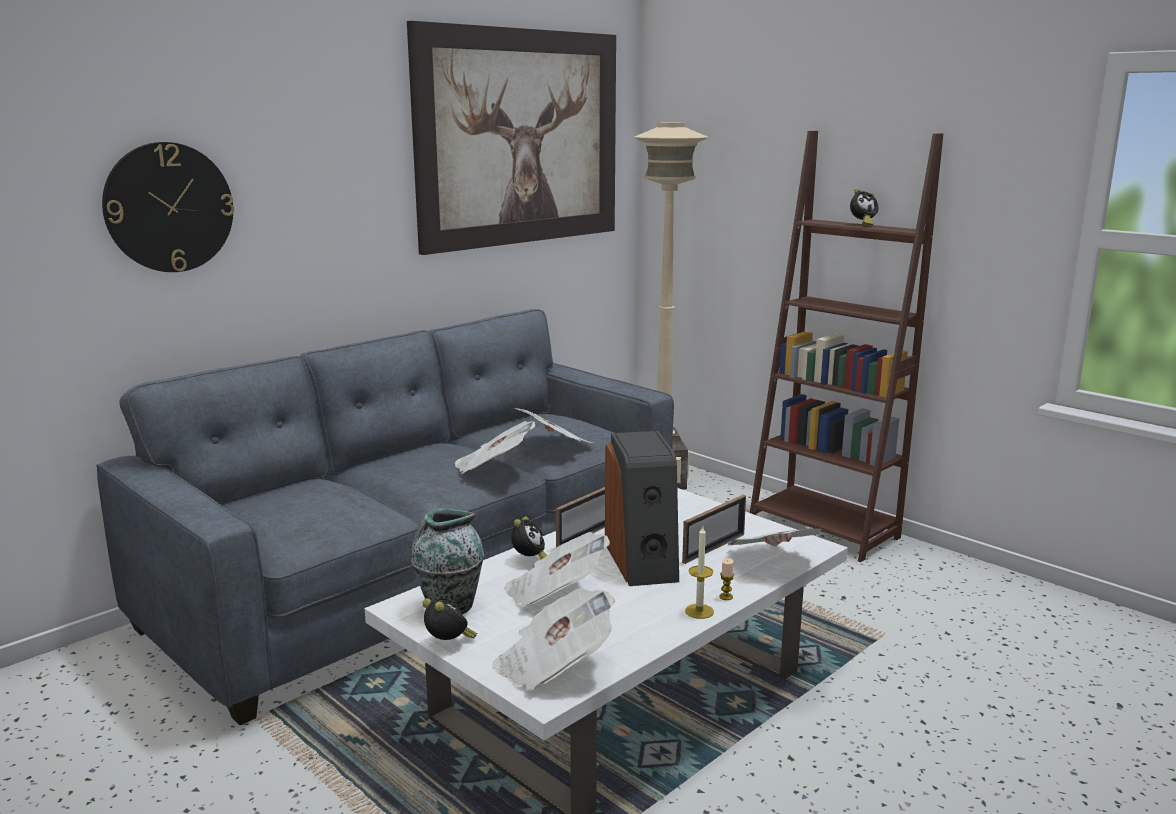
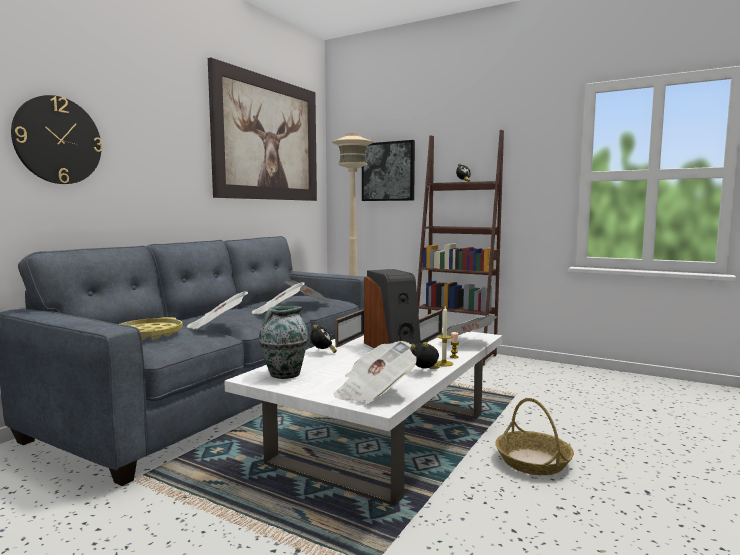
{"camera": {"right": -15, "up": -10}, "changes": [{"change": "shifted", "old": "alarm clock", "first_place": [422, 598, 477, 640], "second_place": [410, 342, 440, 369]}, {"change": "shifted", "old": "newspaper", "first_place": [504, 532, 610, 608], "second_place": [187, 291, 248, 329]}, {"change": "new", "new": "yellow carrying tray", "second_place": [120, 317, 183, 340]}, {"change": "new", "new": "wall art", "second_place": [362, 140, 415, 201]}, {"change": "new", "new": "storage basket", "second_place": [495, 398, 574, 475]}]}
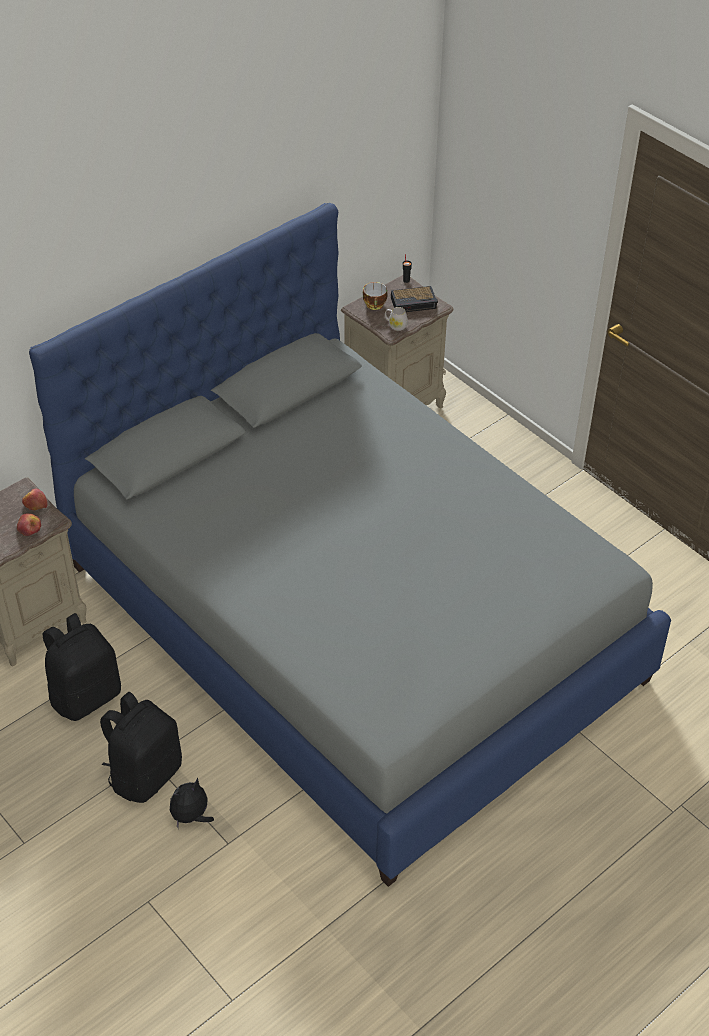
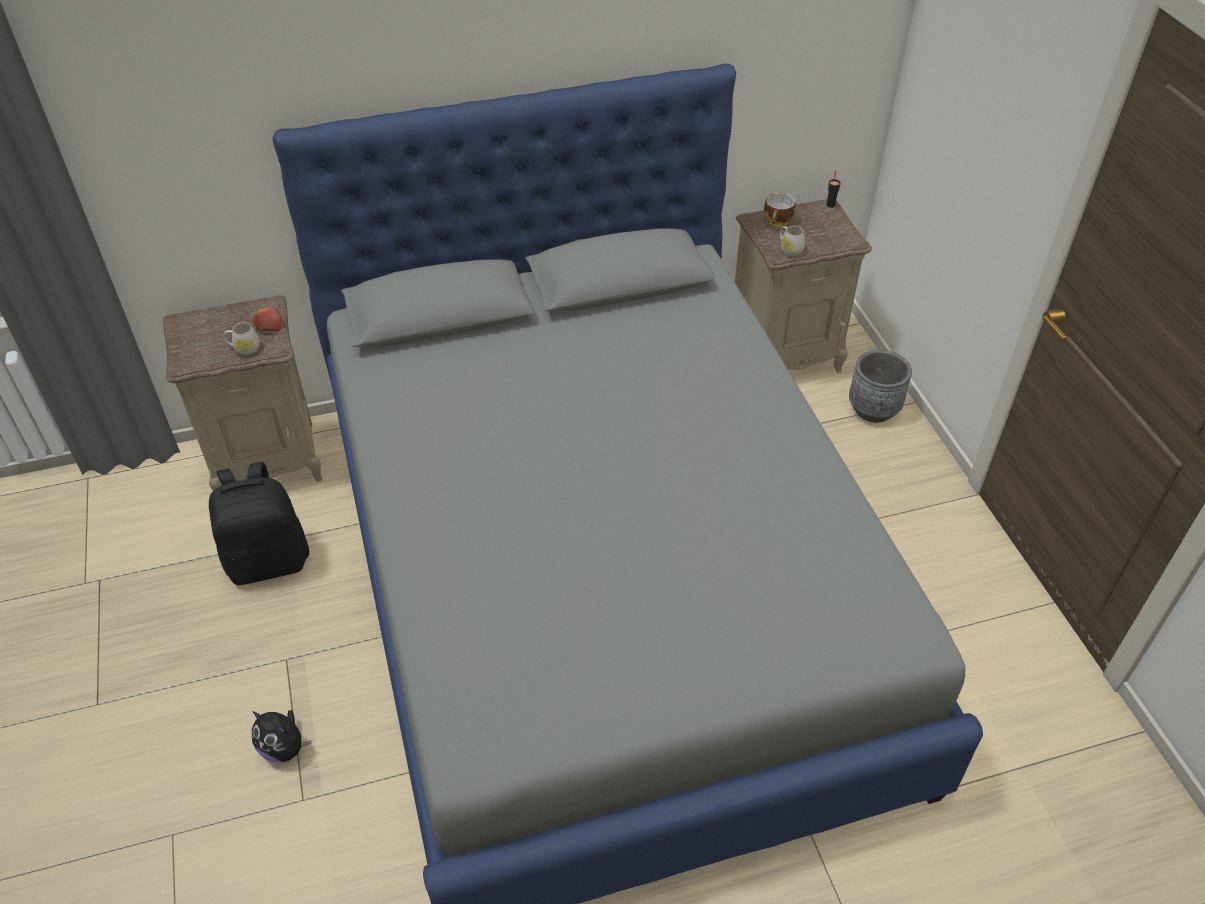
{"camera": {"right": 25, "up": 0}, "changes": [{"change": "swapped", "old": "apple fruit", "new": "white mug", "first_place": [17, 513, 41, 536], "second_place": [223, 322, 260, 355]}, {"change": "gone", "old": "black rucksack", "first_place": [100, 692, 182, 803]}, {"change": "rotated", "old": "soft toy", "first_place": [170, 778, 214, 828], "second_place": [252, 710, 311, 762], "degrees": -135}, {"change": "gone", "old": "alarm clock", "first_place": [391, 286, 438, 312]}, {"change": "new", "new": "greyish planter", "second_place": [849, 350, 912, 423]}]}
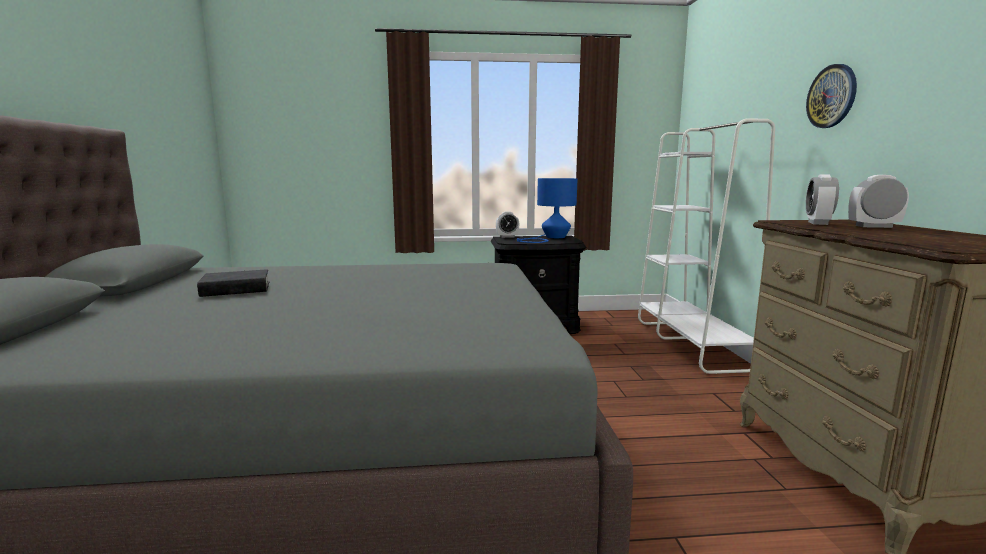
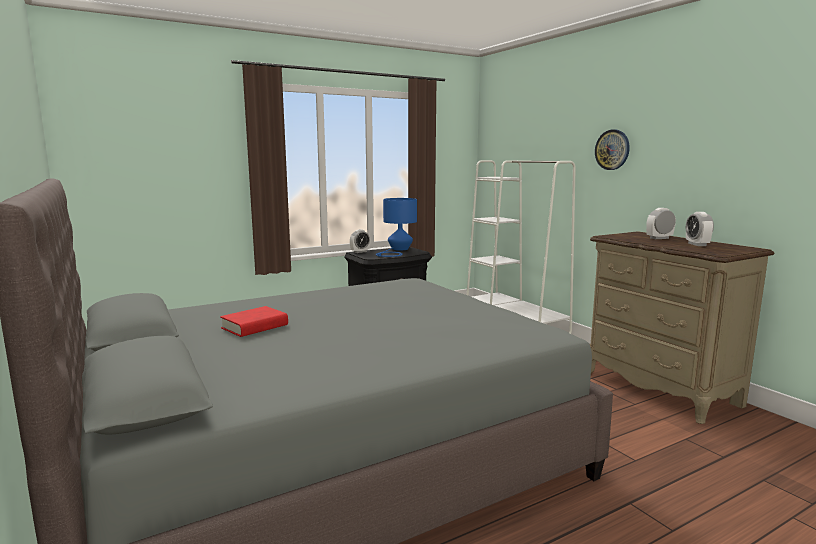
{"camera": {"right": -25, "up": 0}, "changes": [{"change": "repainted", "old": "black volume", "new": "reddish volume", "first_place": [197, 269, 269, 297], "second_place": [220, 306, 288, 337]}, {"change": "shifted", "old": "alarm clock", "first_place": [806, 174, 839, 225], "second_place": [686, 212, 714, 246]}]}
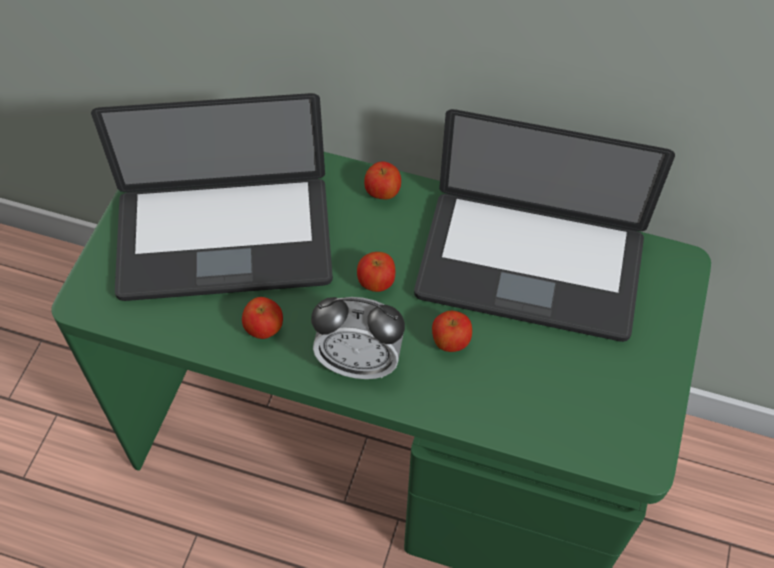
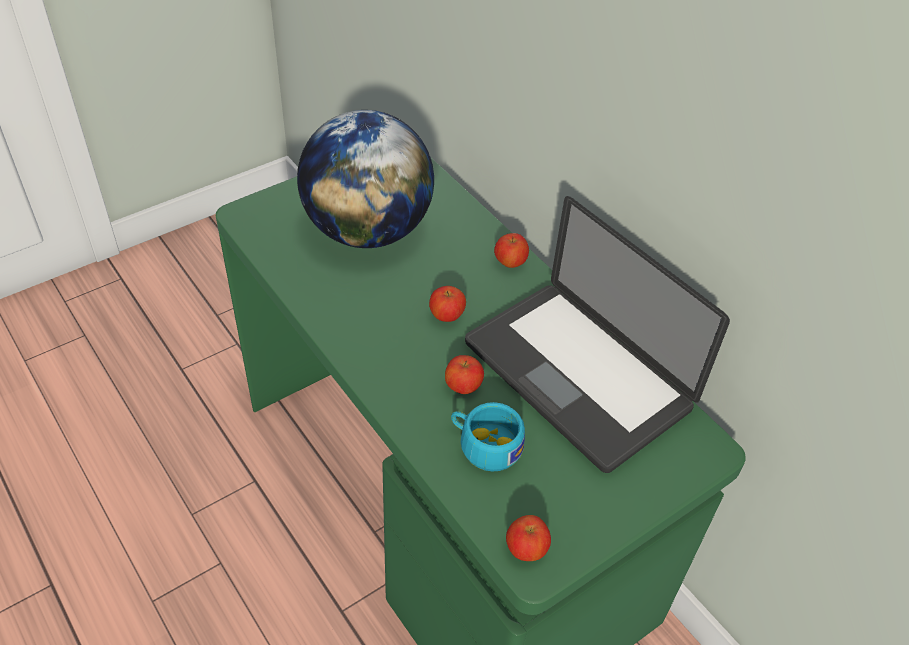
{"camera": {"right": 35, "up": -10}, "changes": [{"change": "swapped", "old": "notebook computer", "new": "globe", "first_place": [91, 93, 333, 301], "second_place": [297, 110, 434, 248]}, {"change": "shifted", "old": "apple fruit", "first_place": [242, 297, 283, 339], "second_place": [506, 515, 551, 561]}, {"change": "gone", "old": "alarm clock", "first_place": [311, 297, 405, 379]}, {"change": "new", "new": "turquoise-coloured small cup", "second_place": [451, 402, 525, 472]}]}
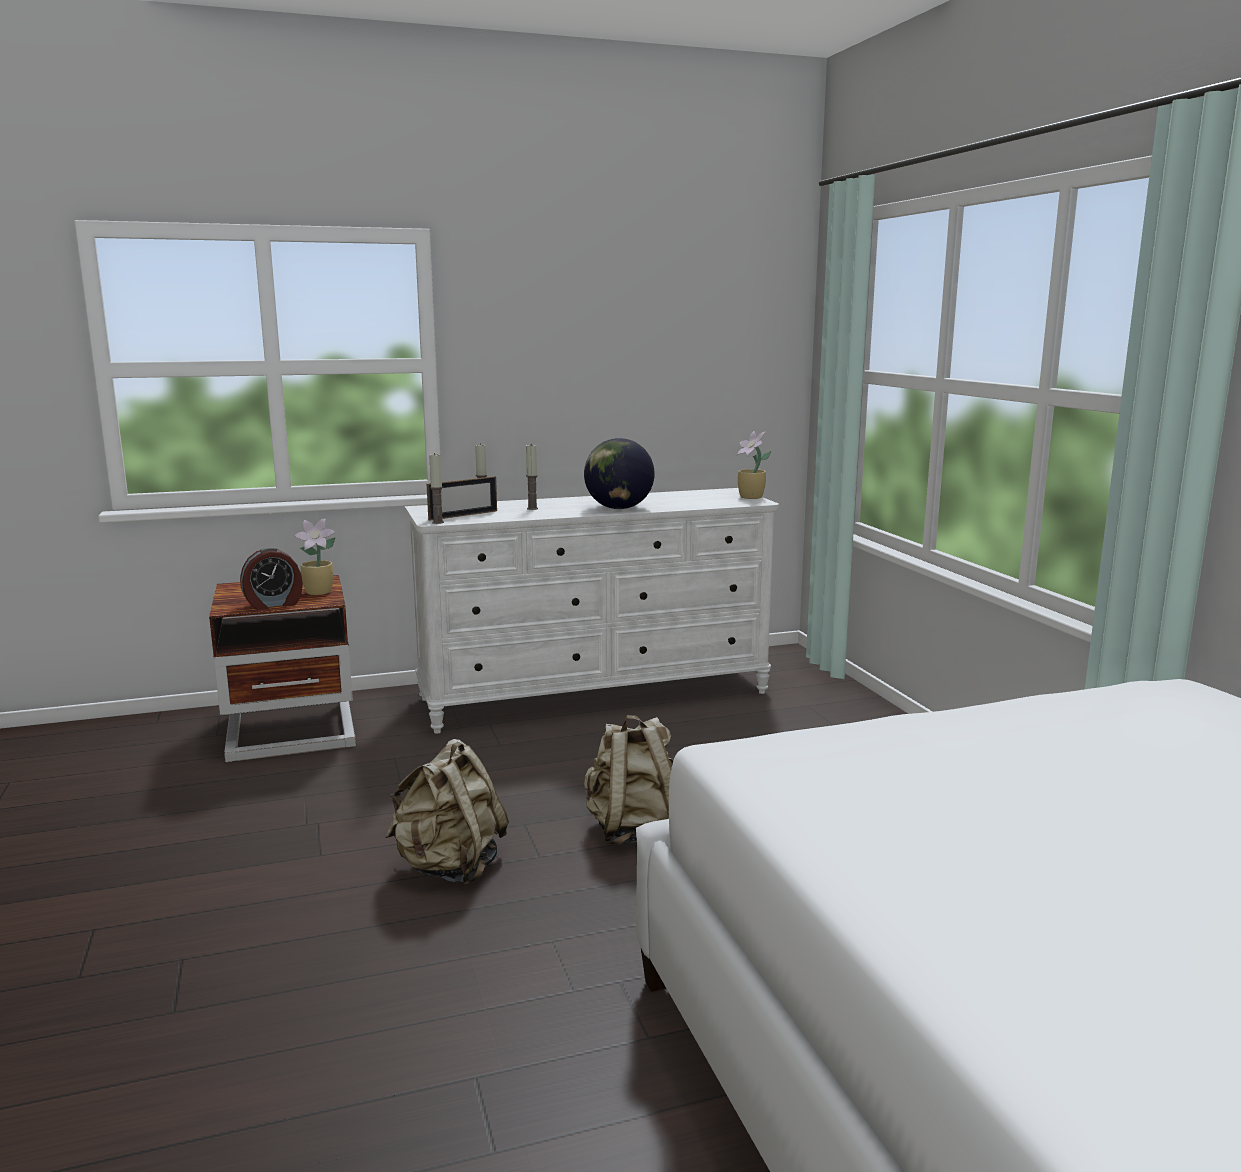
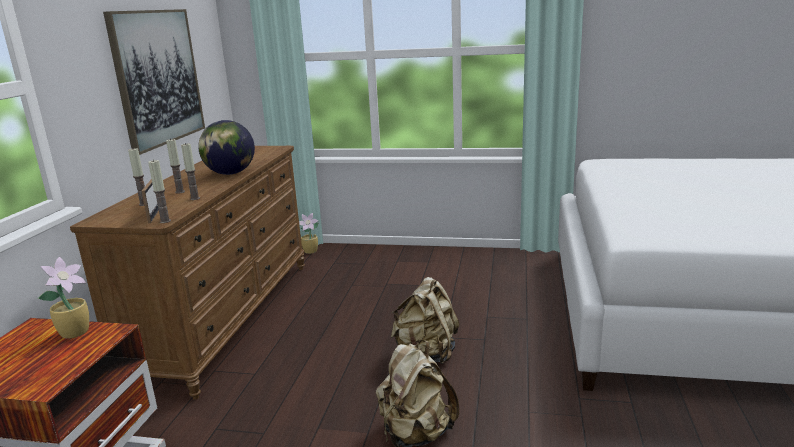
{"camera": {"right": -60, "up": 5}, "changes": [{"change": "gone", "old": "alarm clock", "first_place": [240, 547, 303, 610]}, {"change": "repainted", "old": "white dresser", "new": "brownish dresser", "first_place": [405, 488, 779, 734], "second_place": [70, 146, 305, 400]}, {"change": "shifted", "old": "potted plant", "first_place": [737, 431, 771, 499], "second_place": [299, 213, 319, 254]}, {"change": "new", "new": "wall art", "second_place": [103, 9, 205, 155]}, {"change": "new", "new": "wax candle", "second_place": [181, 143, 200, 200]}]}
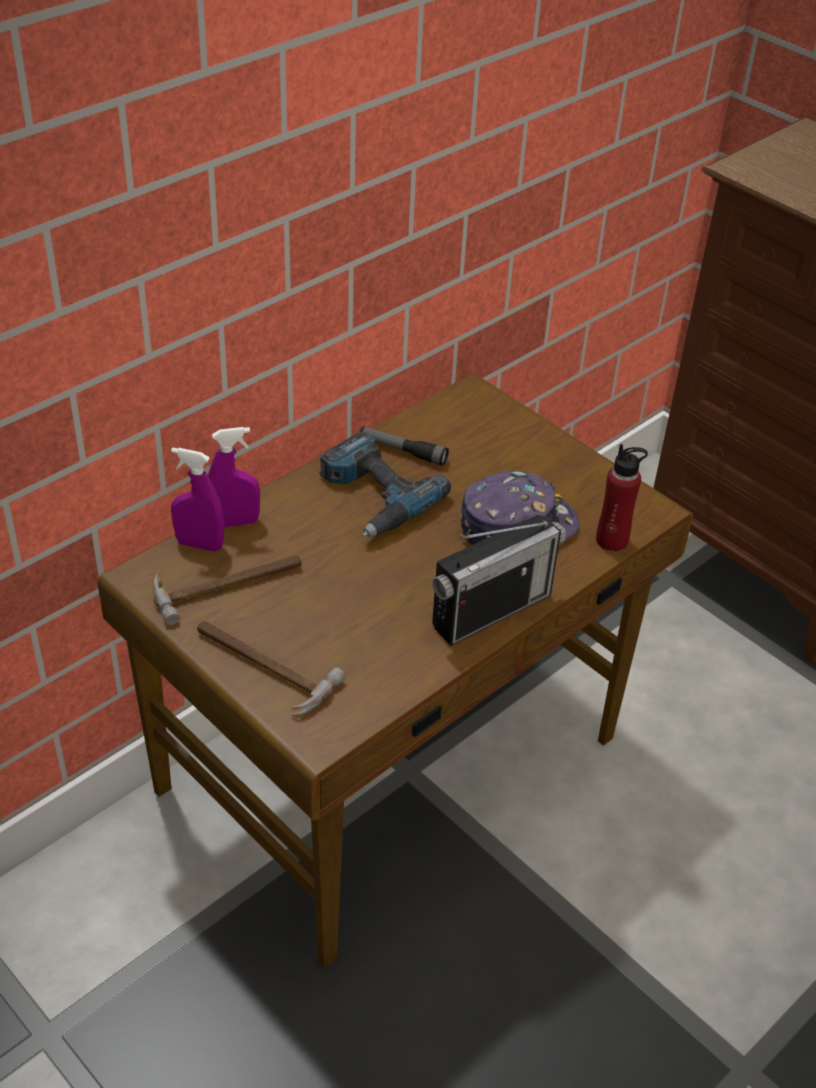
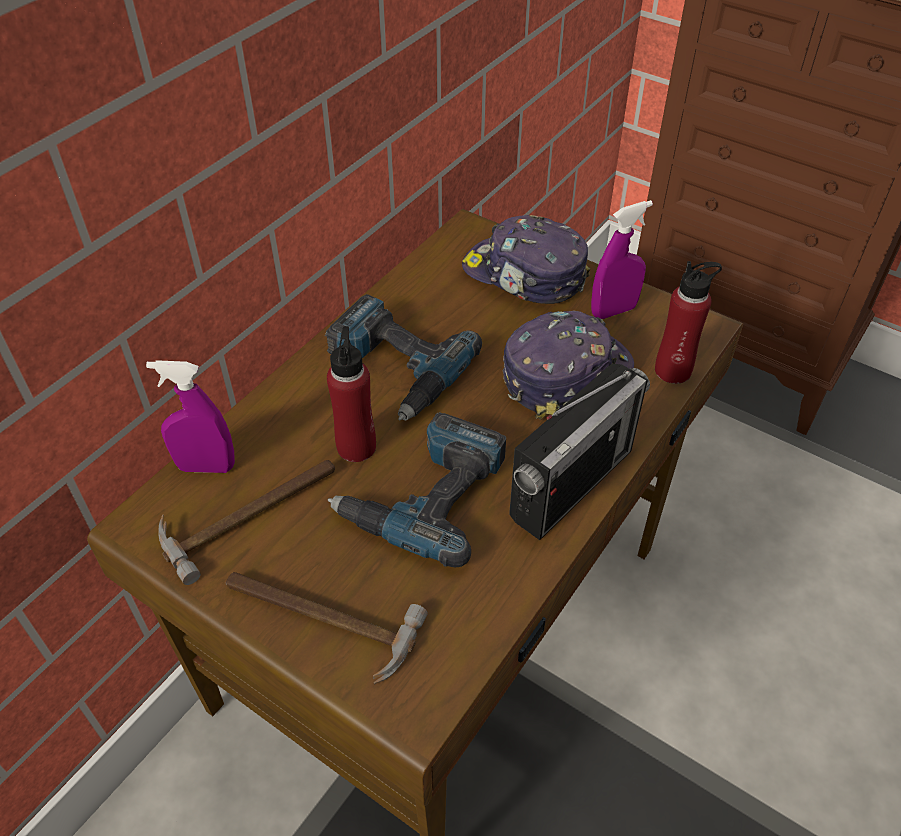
{"camera": {"right": -10, "up": 5}, "changes": [{"change": "shifted", "old": "purple-coloured sprayer", "first_place": [208, 427, 260, 527], "second_place": [591, 200, 653, 319]}, {"change": "gone", "old": "hand torch", "first_place": [360, 427, 449, 466]}, {"change": "new", "new": "reddish drink bottle", "second_place": [327, 326, 376, 462]}, {"change": "new", "new": "drill", "second_place": [328, 412, 506, 567]}, {"change": "new", "new": "baseball cap", "second_place": [462, 215, 590, 304]}]}
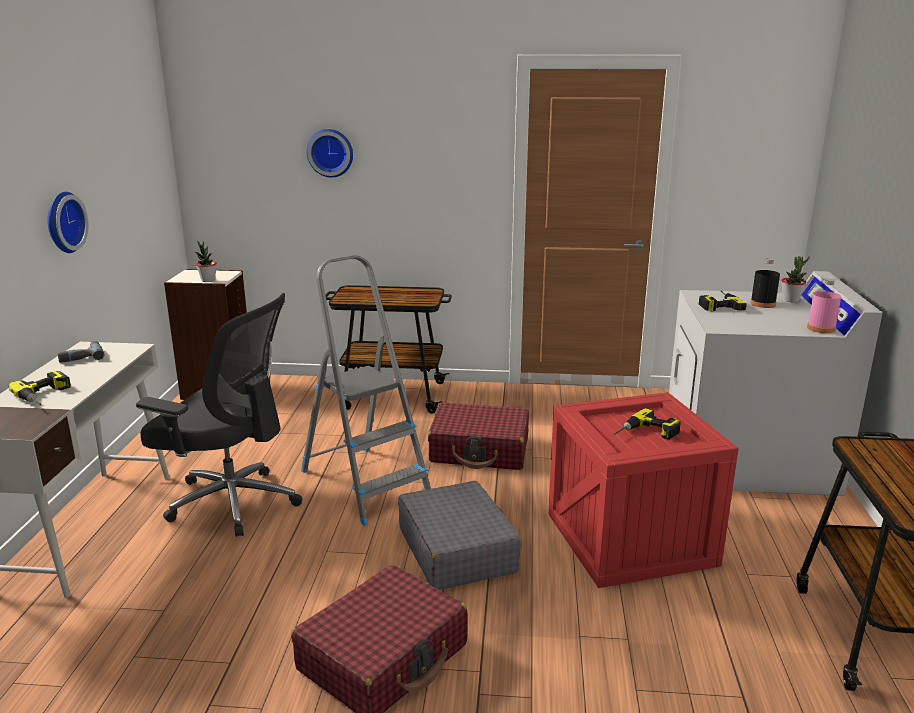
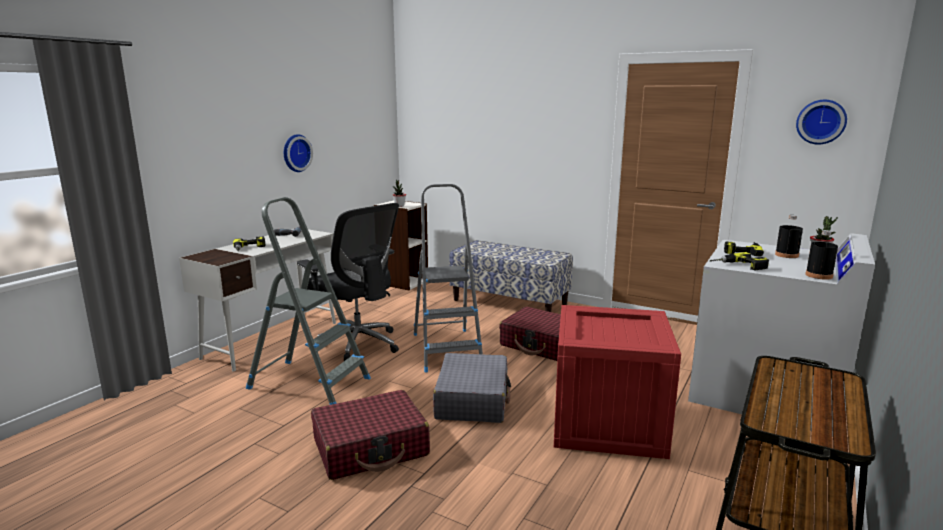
{"camera": {"right": 25, "up": -5}, "changes": [{"change": "shifted", "old": "hanging clock", "first_place": [306, 129, 353, 178], "second_place": [796, 100, 847, 145]}, {"change": "swapped", "old": "cart", "new": "long seat", "first_place": [326, 285, 452, 413], "second_place": [449, 240, 573, 312]}, {"change": "shifted", "old": "drill", "first_place": [614, 408, 681, 440], "second_place": [710, 252, 769, 270]}, {"change": "repainted", "old": "pinkish drink bottle", "new": "black drink bottle", "first_place": [807, 279, 841, 333], "second_place": [805, 230, 838, 279]}, {"change": "new", "new": "greyish step ladder", "second_place": [246, 197, 371, 405]}]}
